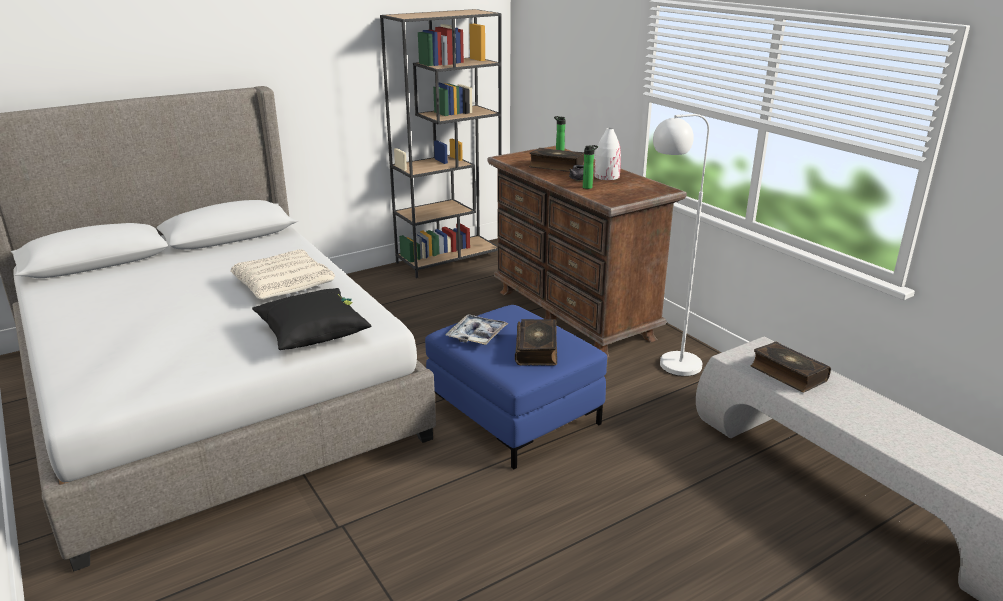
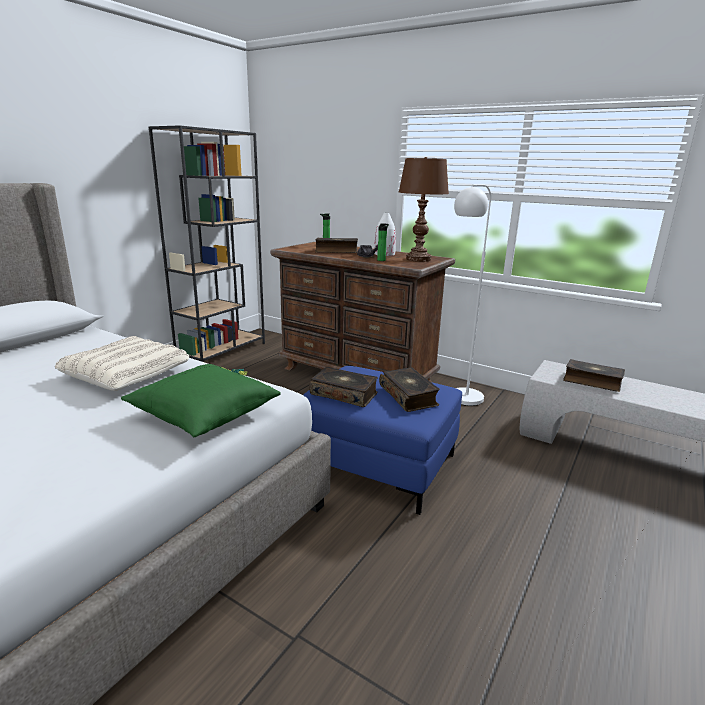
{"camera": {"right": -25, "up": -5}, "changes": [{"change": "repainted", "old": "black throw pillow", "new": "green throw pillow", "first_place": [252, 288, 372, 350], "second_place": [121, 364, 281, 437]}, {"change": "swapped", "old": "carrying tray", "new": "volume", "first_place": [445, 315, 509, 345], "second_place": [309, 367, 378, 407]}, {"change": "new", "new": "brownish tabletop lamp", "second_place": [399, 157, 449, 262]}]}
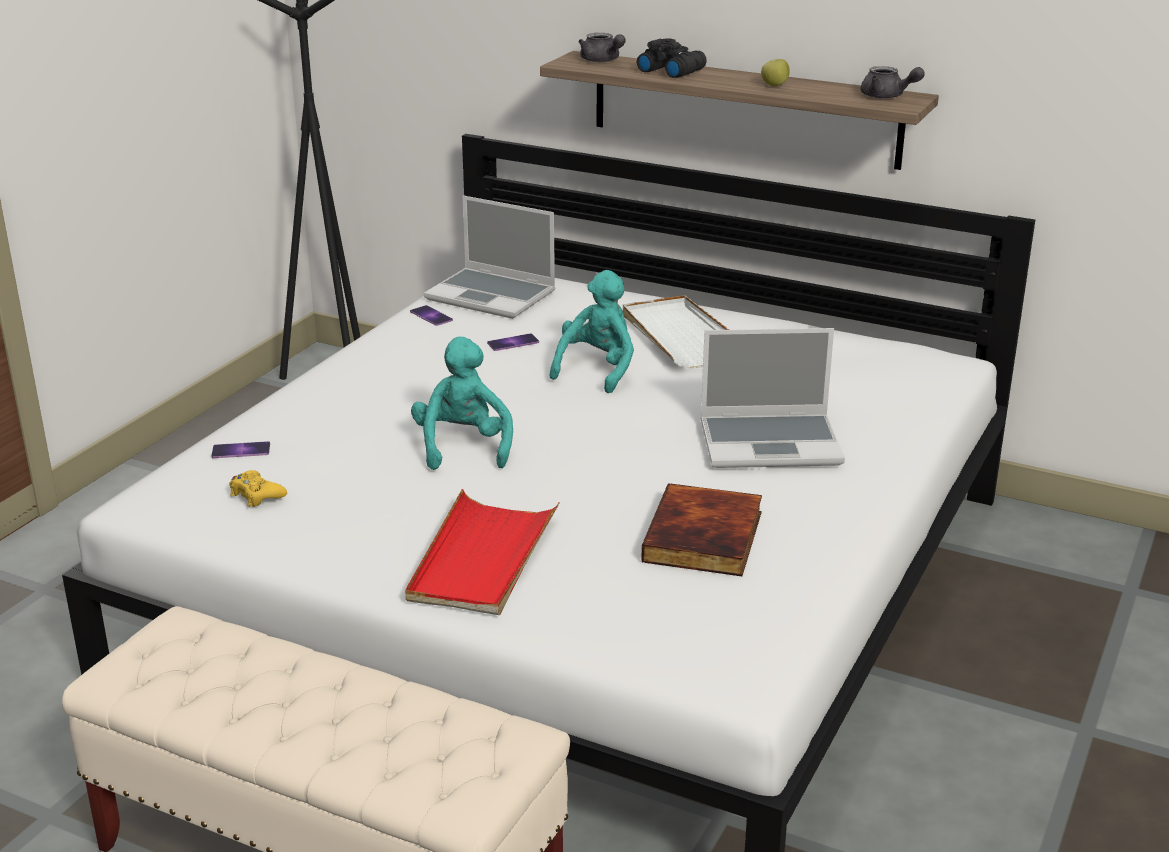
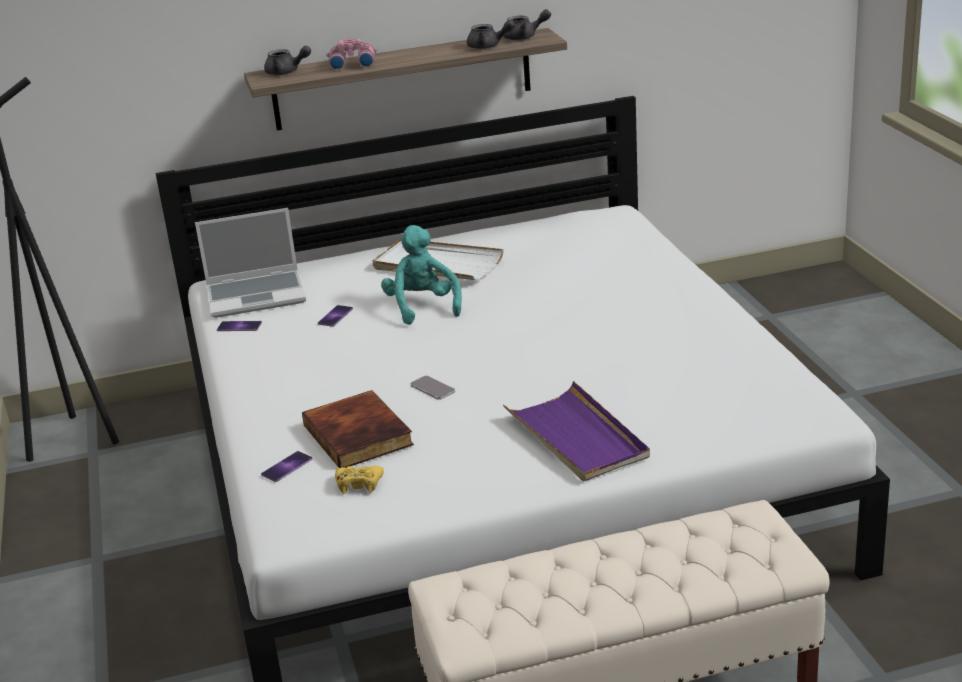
{"camera": {"right": -40, "up": 0}, "changes": [{"change": "repainted", "old": "reddish carrying tray", "new": "purple-coloured carrying tray", "first_place": [405, 489, 560, 615], "second_place": [503, 381, 650, 481]}, {"change": "swapped", "old": "turquoise-coloured soft toy", "new": "handset", "first_place": [411, 337, 513, 470], "second_place": [411, 375, 455, 400]}, {"change": "repainted", "old": "black pair of binoculars", "new": "pinkish pair of binoculars", "first_place": [637, 38, 707, 78], "second_place": [326, 38, 377, 70]}, {"change": "shifted", "old": "volume", "first_place": [642, 483, 762, 576], "second_place": [302, 390, 414, 468]}, {"change": "gone", "old": "notebook computer", "first_place": [701, 328, 845, 468]}, {"change": "gone", "old": "apple fruit", "first_place": [761, 59, 790, 87]}, {"change": "new", "new": "greyish teapot", "second_place": [467, 20, 515, 49]}]}
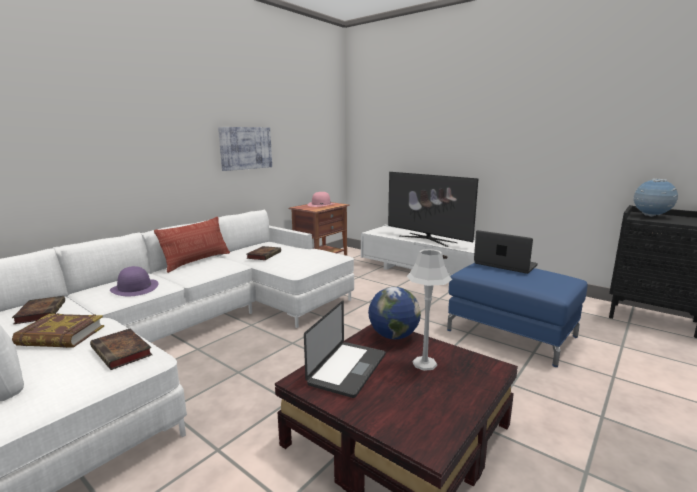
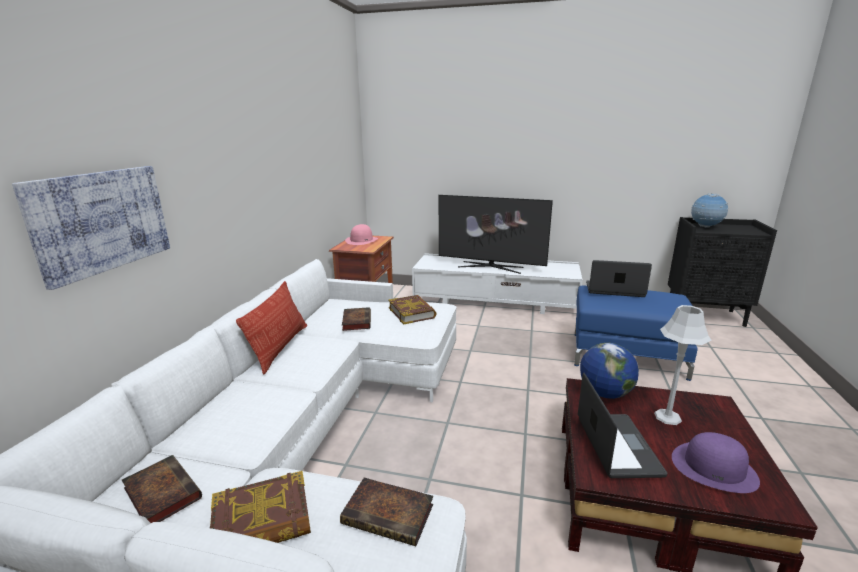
{"camera": {"right": -25, "up": 5}, "changes": [{"change": "shifted", "old": "purple-coloured hat", "first_place": [110, 266, 159, 296], "second_place": [672, 432, 760, 493]}, {"change": "shifted", "old": "wall art", "first_place": [218, 127, 272, 171], "second_place": [12, 166, 170, 290]}, {"change": "new", "new": "volume", "second_place": [388, 295, 436, 324]}]}
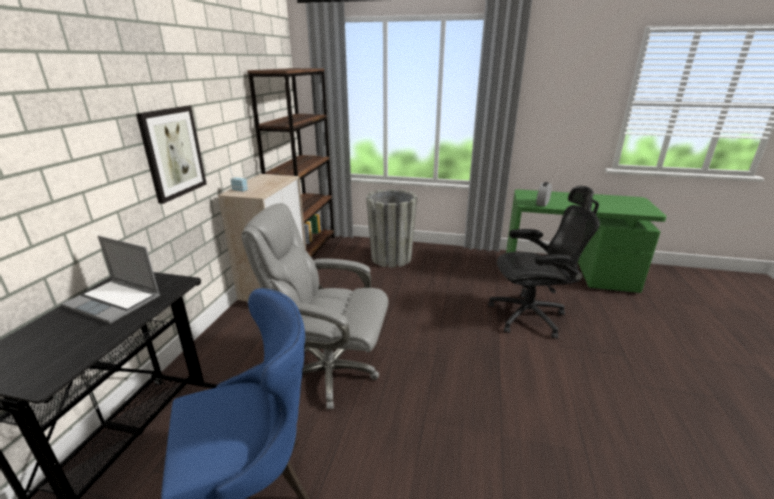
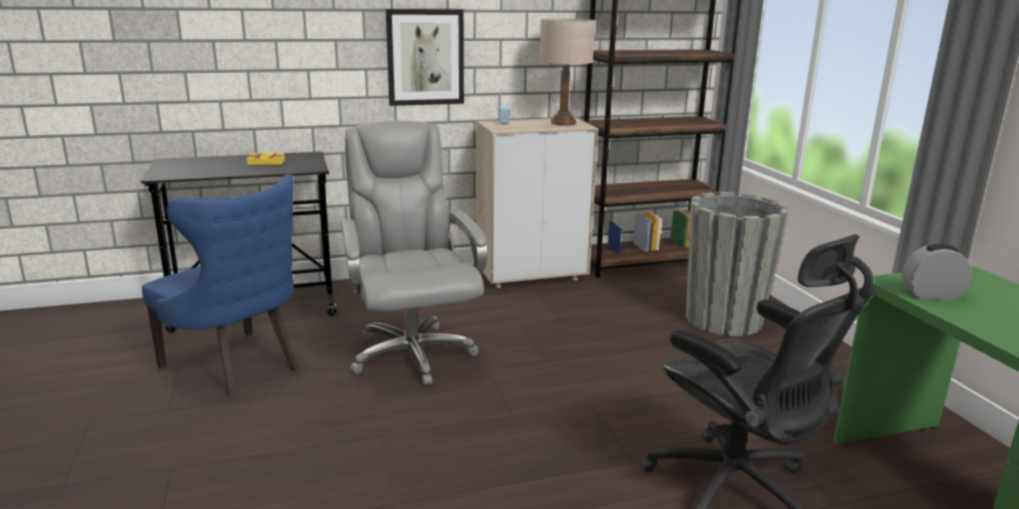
{"camera": {"right": 60, "up": -5}, "changes": [{"change": "swapped", "old": "notebook computer", "new": "yellow volume", "first_place": [62, 236, 160, 324], "second_place": [247, 153, 285, 165]}, {"change": "new", "new": "sand-coloured tabletop lamp", "second_place": [539, 18, 595, 126]}]}
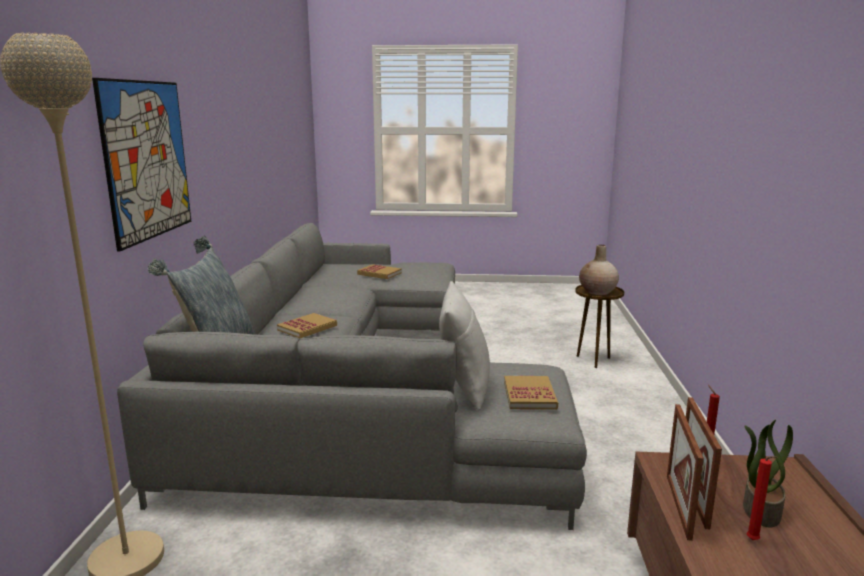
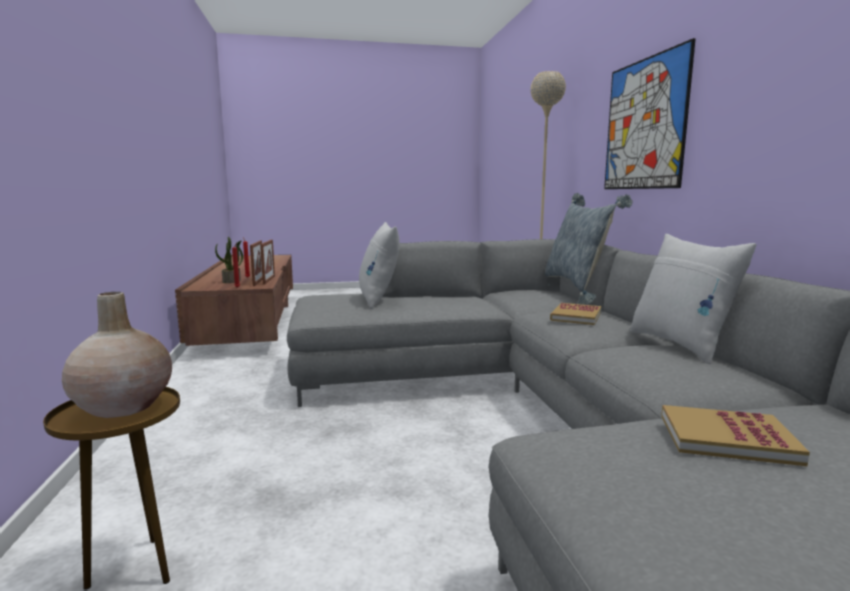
{"camera": {"right": 165, "up": -5}, "changes": [{"change": "gone", "old": "volume", "first_place": [504, 376, 558, 410]}, {"change": "new", "new": "greyish throw pillow", "second_place": [630, 234, 756, 364]}]}
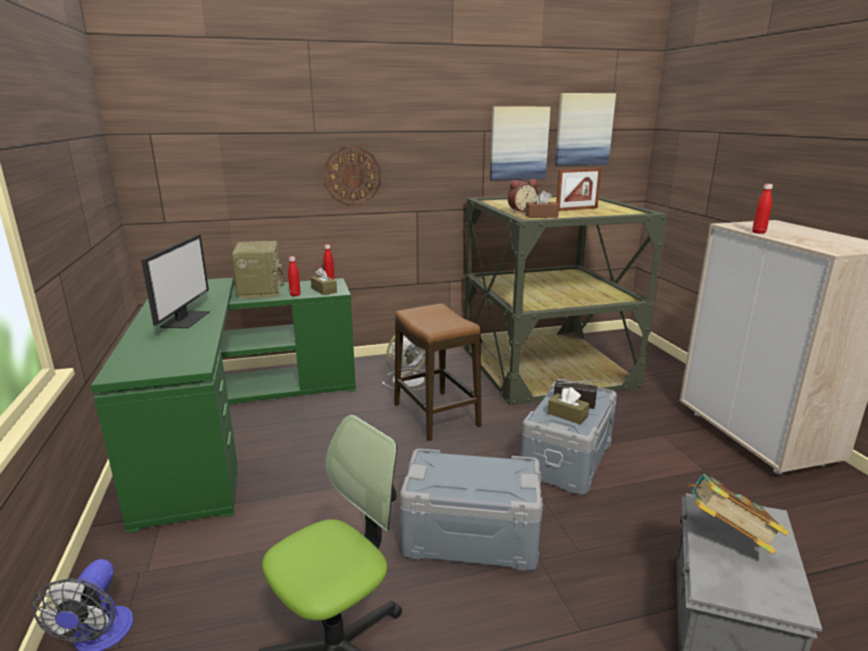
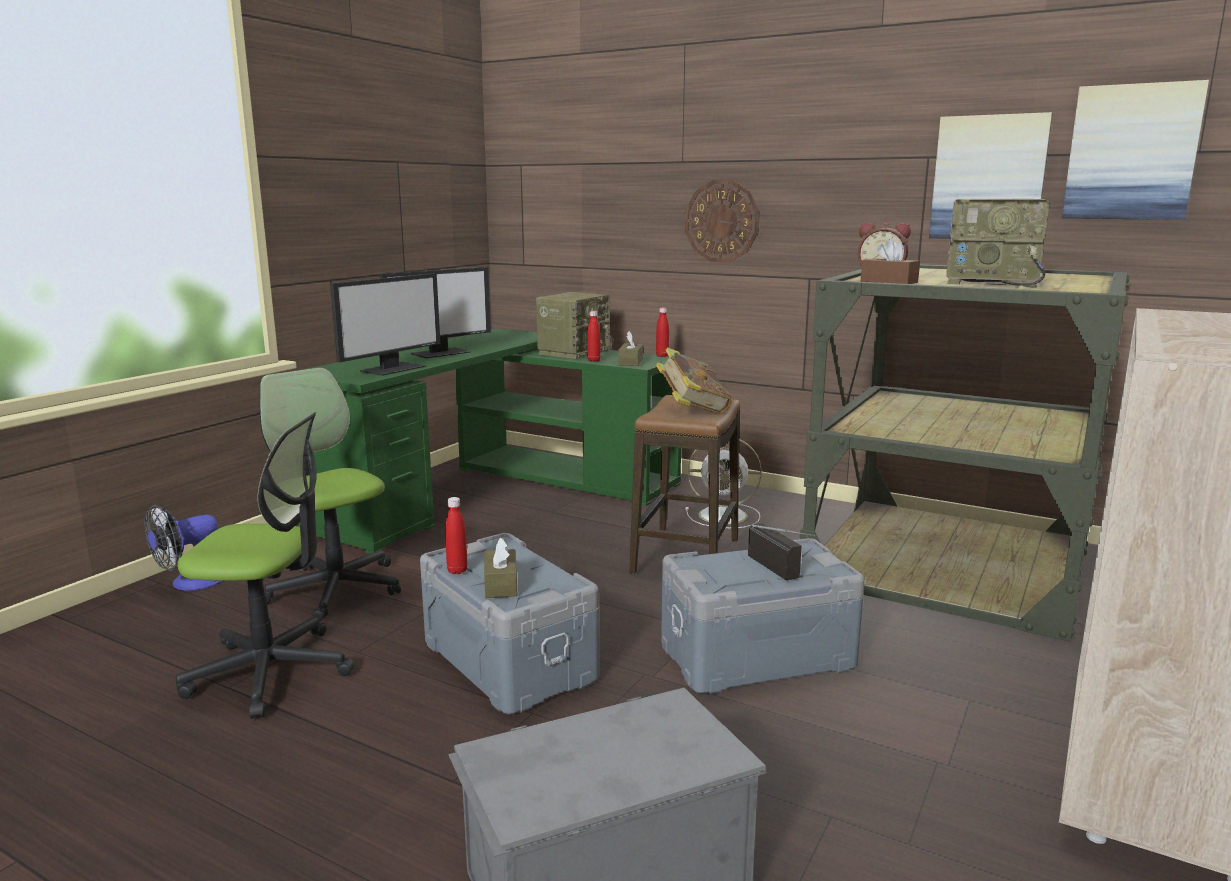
{"camera": {"right": 45, "up": -5}, "changes": [{"change": "shifted", "old": "brownish tissue holder", "first_place": [548, 387, 589, 424], "second_place": [484, 538, 517, 598]}, {"change": "swapped", "old": "picture frame", "new": "radio receiver", "first_place": [556, 168, 602, 211], "second_place": [946, 199, 1049, 287]}, {"change": "shifted", "old": "volume", "first_place": [687, 474, 789, 554], "second_place": [656, 347, 732, 414]}, {"change": "shifted", "old": "reddish drink bottle", "first_place": [752, 184, 773, 234], "second_place": [445, 497, 468, 574]}, {"change": "new", "new": "office chair", "second_place": [260, 368, 401, 621]}, {"change": "new", "new": "monitor", "second_place": [330, 273, 440, 376]}]}
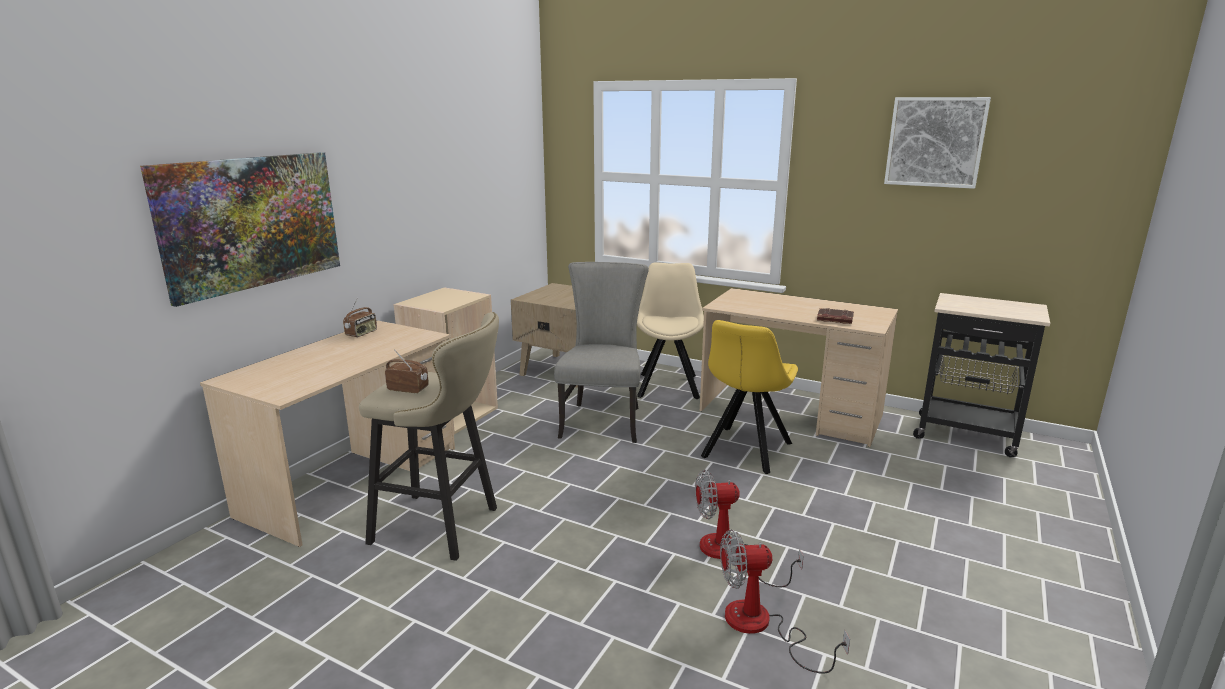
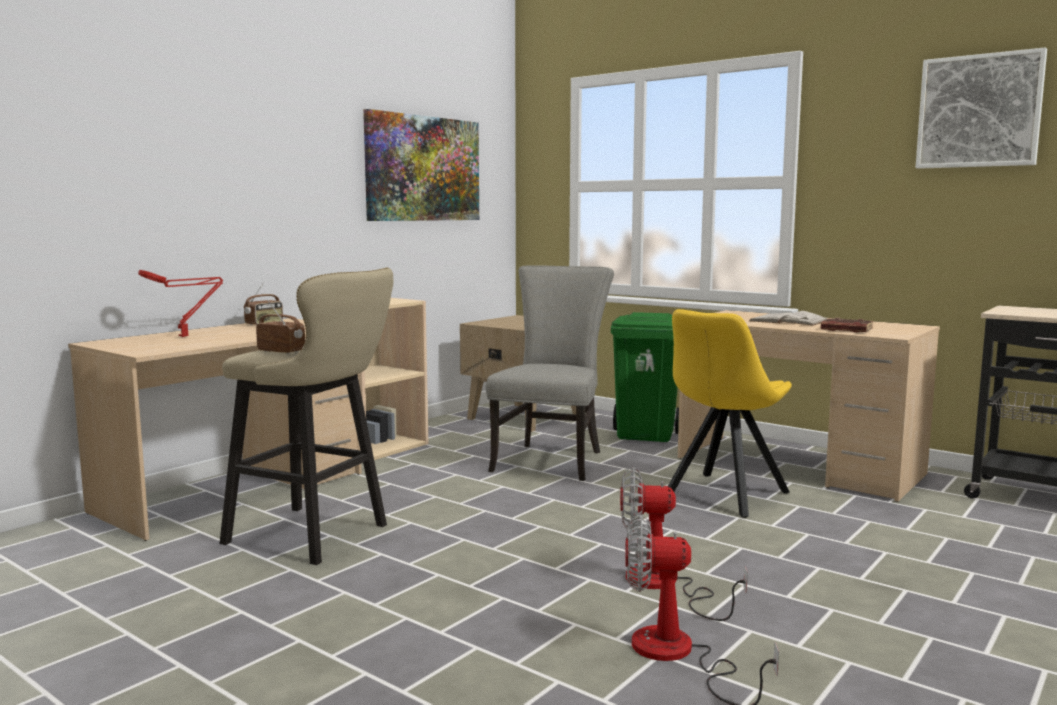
{"camera": {"right": 10, "up": -10}, "changes": [{"change": "shifted", "old": "wall art", "first_place": [140, 152, 340, 307], "second_place": [363, 109, 479, 221]}, {"change": "swapped", "old": "sand-coloured upright chair", "new": "green waste bin", "first_place": [637, 262, 704, 399], "second_place": [611, 312, 679, 442]}, {"change": "new", "new": "reddish tabletop lamp", "second_place": [138, 270, 223, 337]}, {"change": "new", "new": "white volume", "second_place": [749, 311, 827, 326]}]}
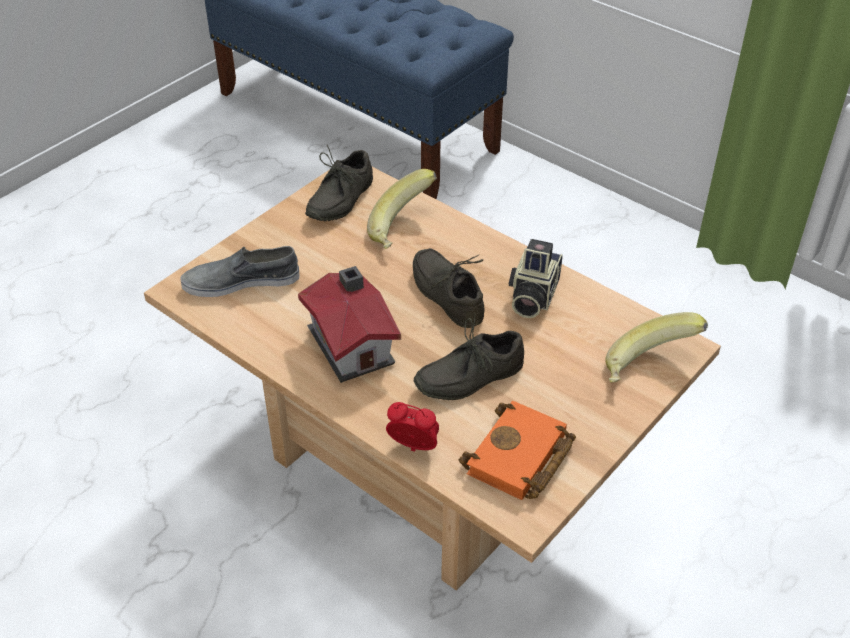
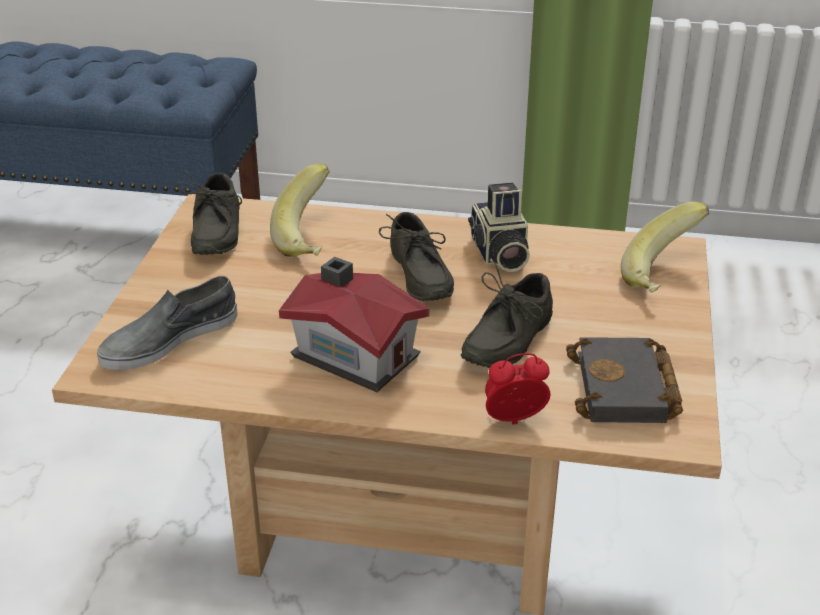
{"camera": {"right": -30, "up": -10}, "changes": [{"change": "rotated", "old": "greyish low shoe", "first_place": [413, 248, 485, 328], "second_place": [379, 212, 454, 301], "degrees": -135}, {"change": "repainted", "old": "orangey volume", "new": "black volume", "first_place": [459, 400, 576, 500], "second_place": [566, 337, 683, 423]}]}
